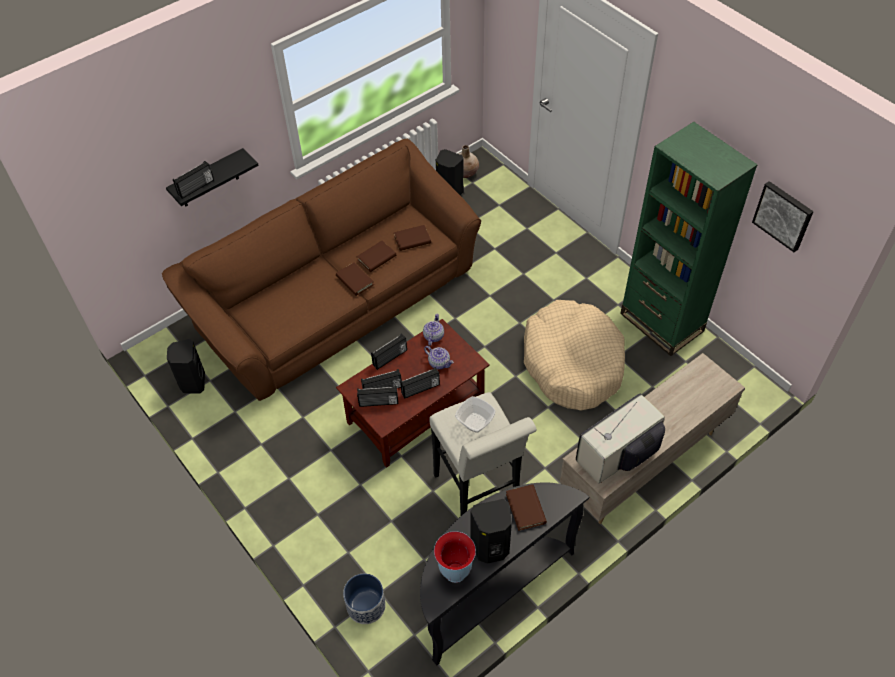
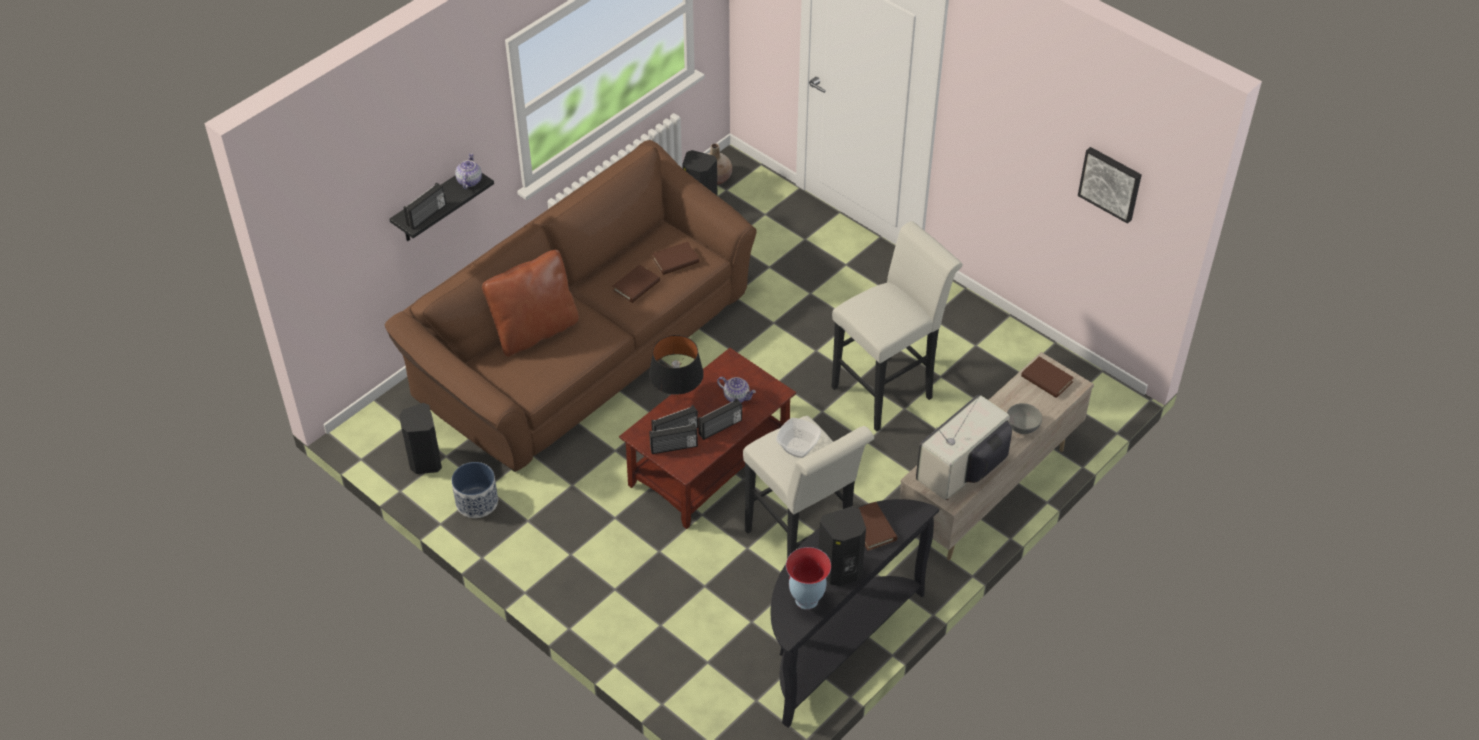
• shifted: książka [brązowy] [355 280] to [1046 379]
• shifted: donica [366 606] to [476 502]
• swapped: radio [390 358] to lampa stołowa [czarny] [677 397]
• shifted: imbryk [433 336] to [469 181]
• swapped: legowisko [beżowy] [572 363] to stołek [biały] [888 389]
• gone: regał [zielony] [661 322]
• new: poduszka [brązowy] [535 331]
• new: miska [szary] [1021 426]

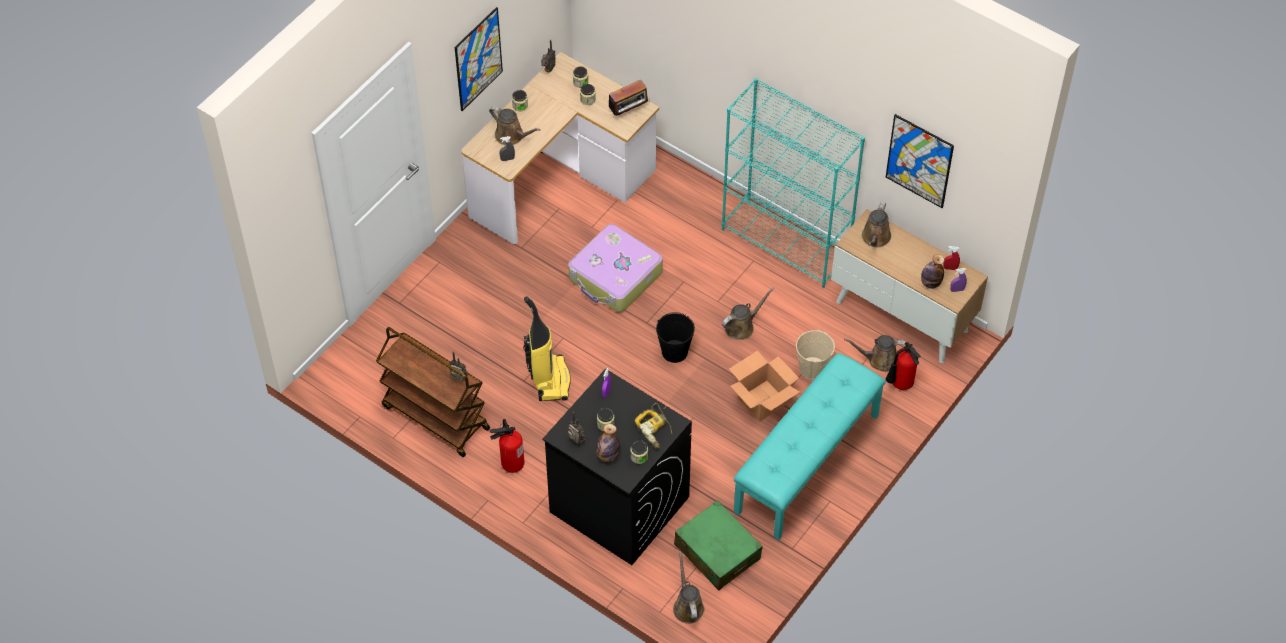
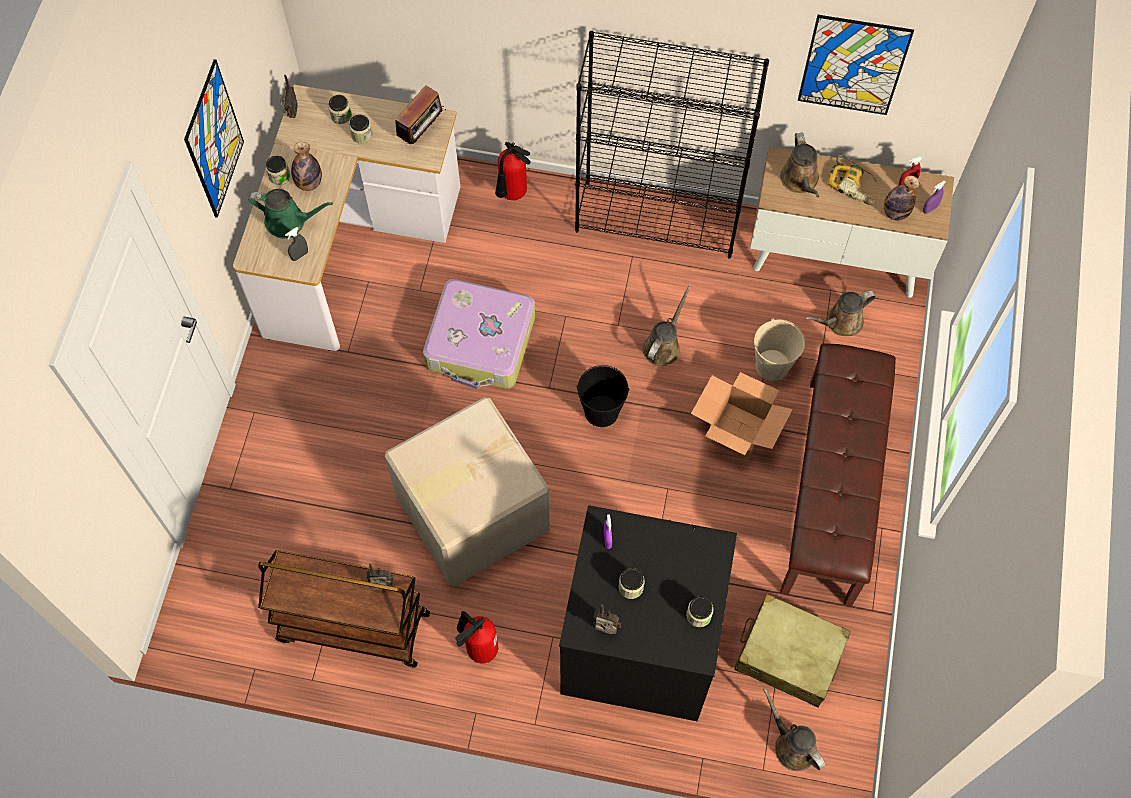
• repainted: konewka [brązowy] [511 136] to konewka [zielony] [289 222]
• swapped: odkurzacz [549 379] to karton [470 513]
• shifted: butelka [608 456] to [309 183]
• shifted: wiertarka [655 429] to [853 184]
• repainted: walizka [zielony] [717 552] to walizka [beżowy] [788 655]
• repainted: regał [turkusowy] [786 243] to regał [czarny] [658 219]
• repainted: ławka [turkusowy] [807 464] to ławka [brązowy] [831 491]
• shifted: gaśnica [900 385] to [512 195]

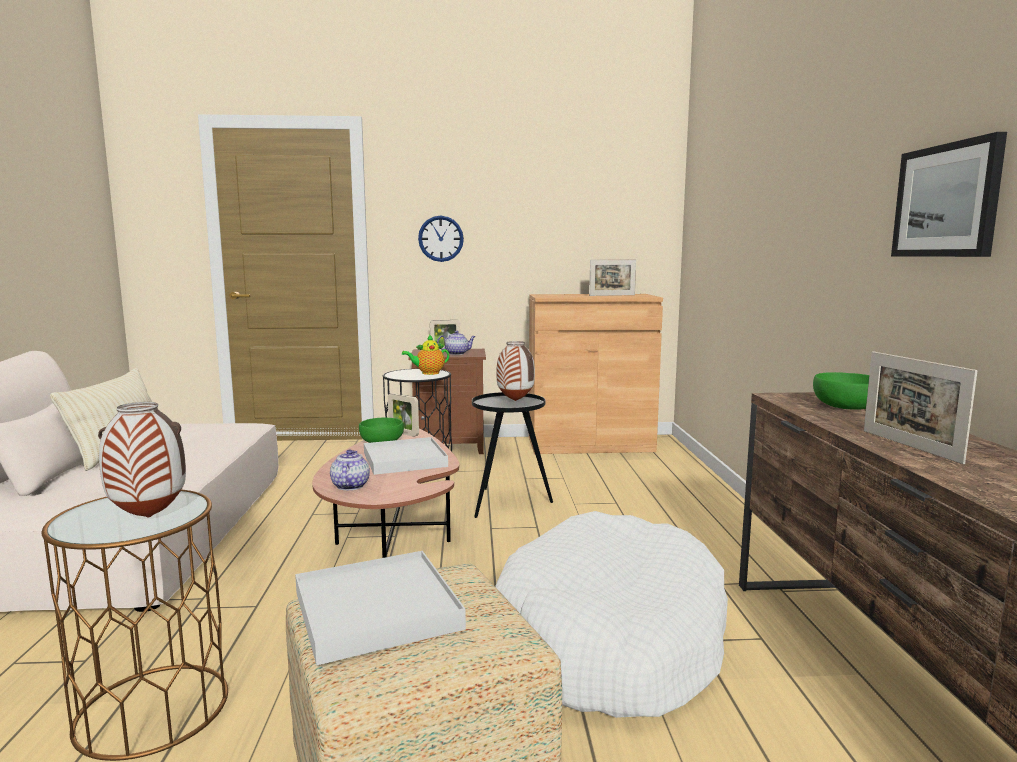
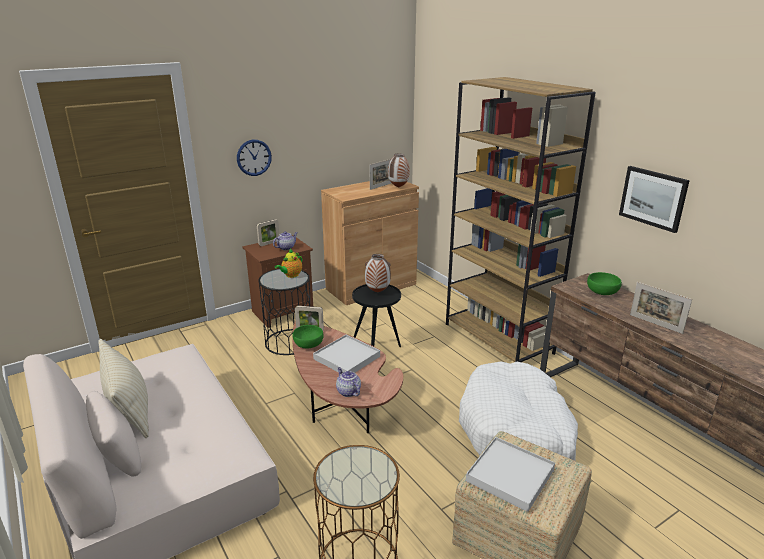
• shifted: wazon [147 517] to [398 187]
• new: regał [brązowy] [499 339]

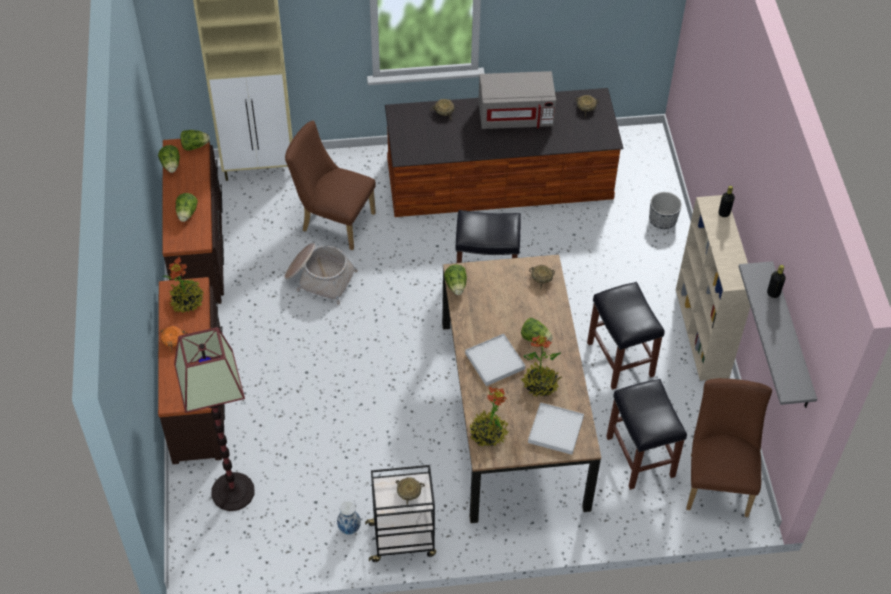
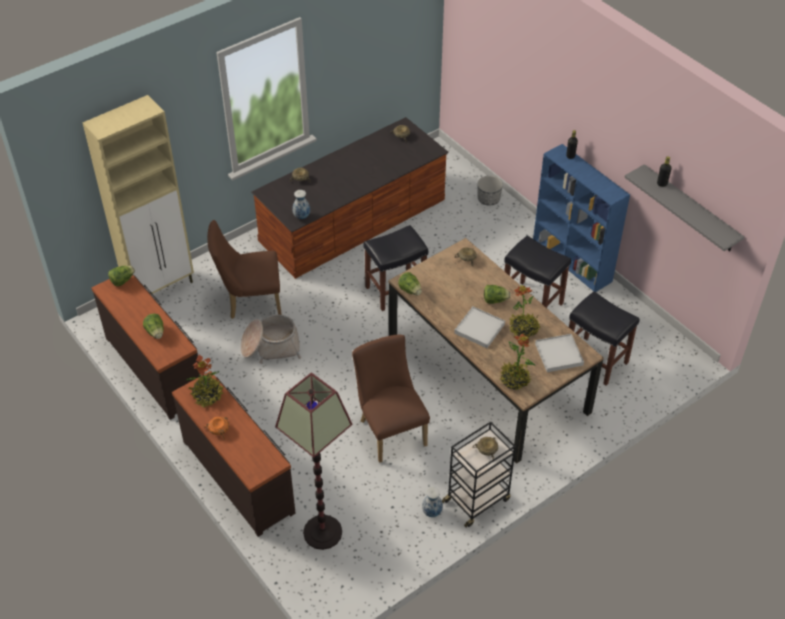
• gone: sałata [171 165]
• gone: mikrofalówka [szary] [516 116]
• repainted: regał [beżowy] [702 333] to regał [niebieski] [572 261]
• shifted: krzesło [brązowy] [718 479] to [390 429]
• new: wazon [301 216]

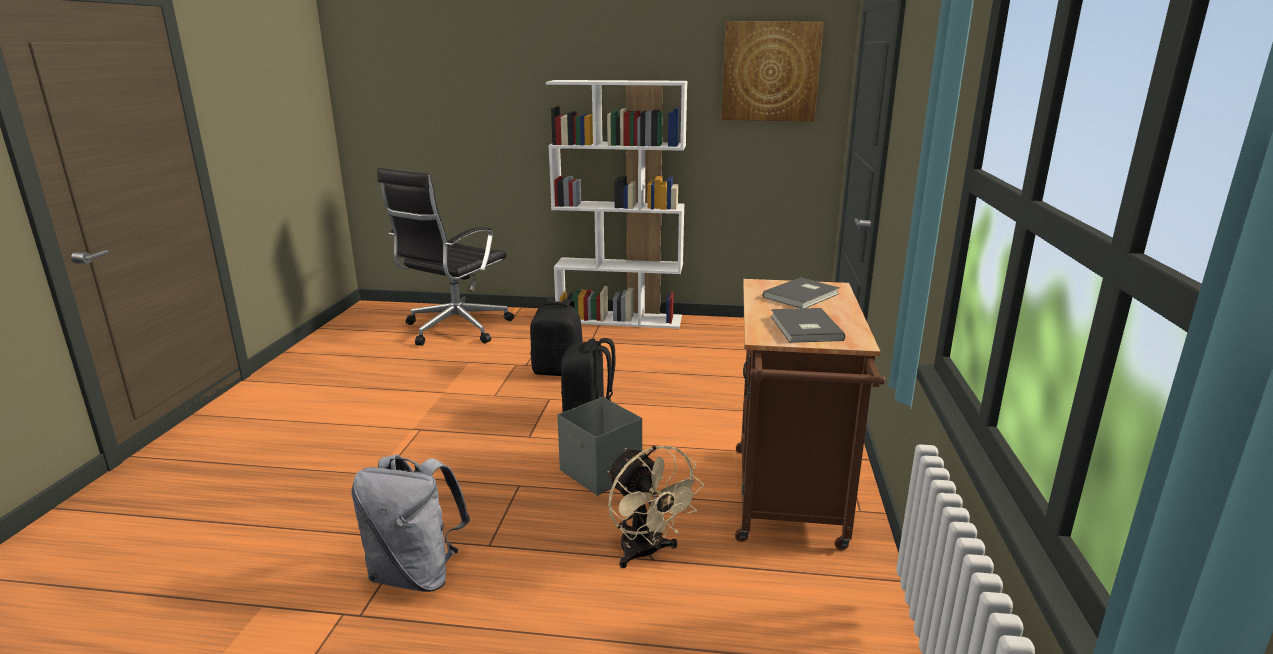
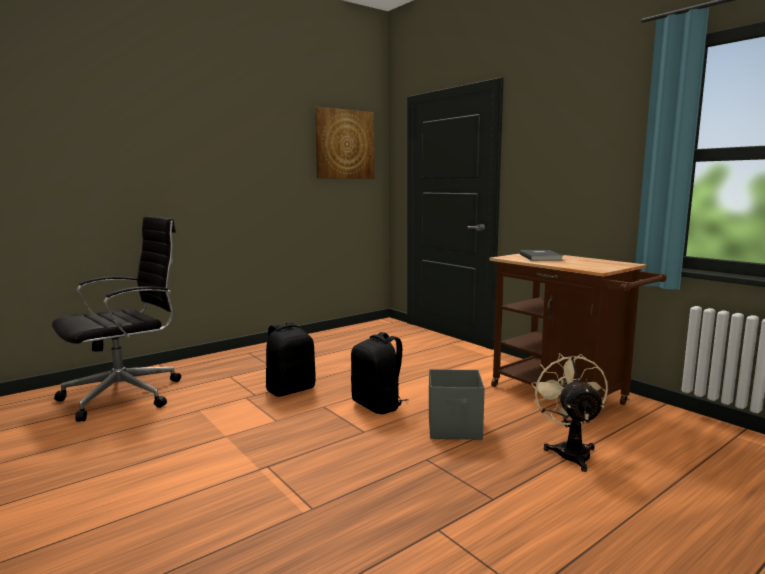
• gone: plecak [szary] [416 574]
• rotated: krzesło biurowe [czarny] [454 329] = [127 395] 120 degrees counterclockwise
• gone: regał [biały] [620 319]
• rotated: wentylator [beżowy] [646 553] = [570 451] 105 degrees counterclockwise
• gone: książka [szary] [804 328]

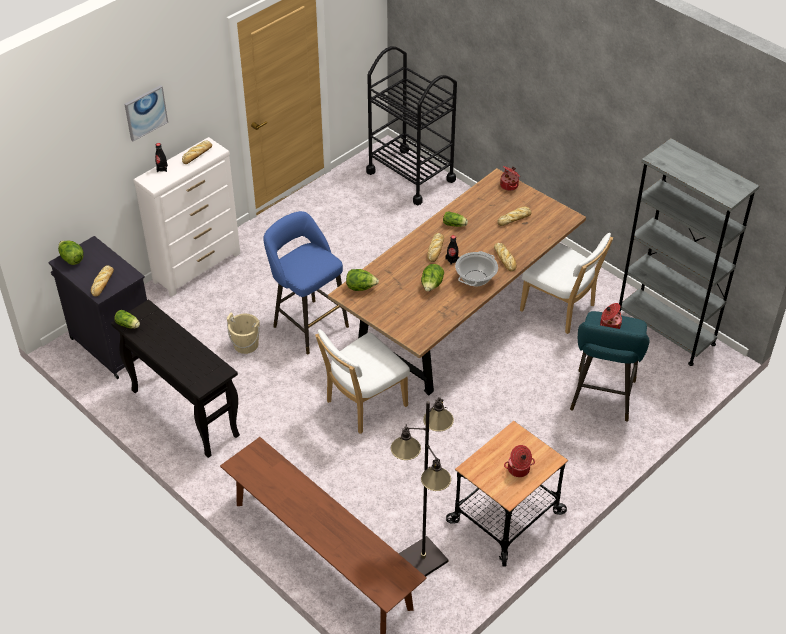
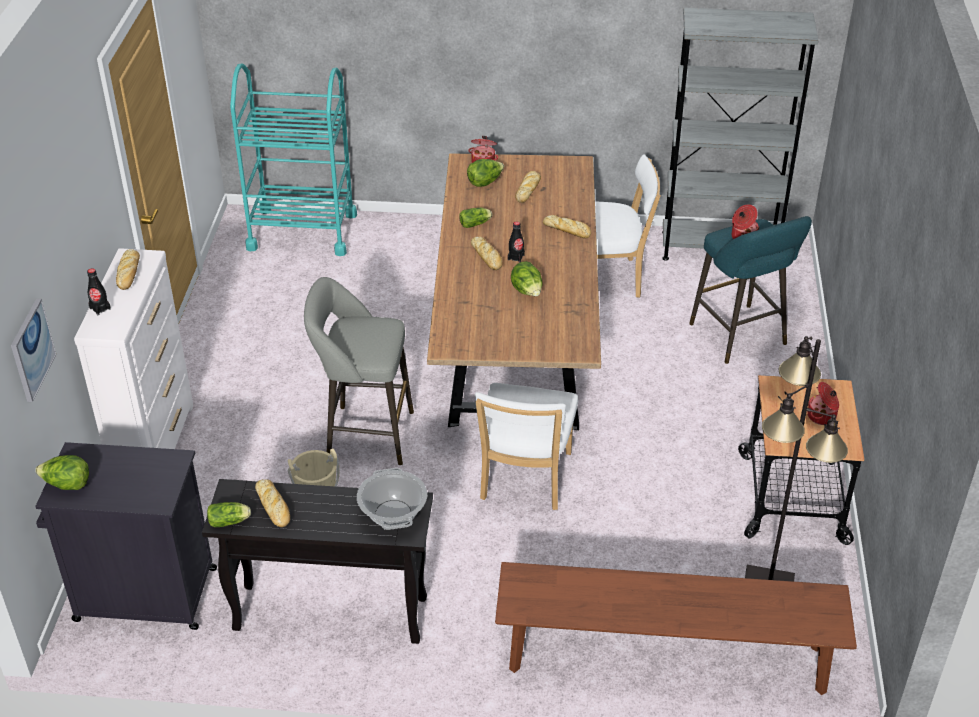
• shifted: chleb [102 283] to [273 507]
• shifted: obraz [145 112] to [31 349]
• repainted: stołek [niebieski] [308 324] to stołek [szary] [364 434]
• shifted: sałata [361 287] to [485 182]
• repainted: wózek [czarny] [411 176] to wózek [turkusowy] [302 231]
• shifted: garnek [476 279] to [393 514]

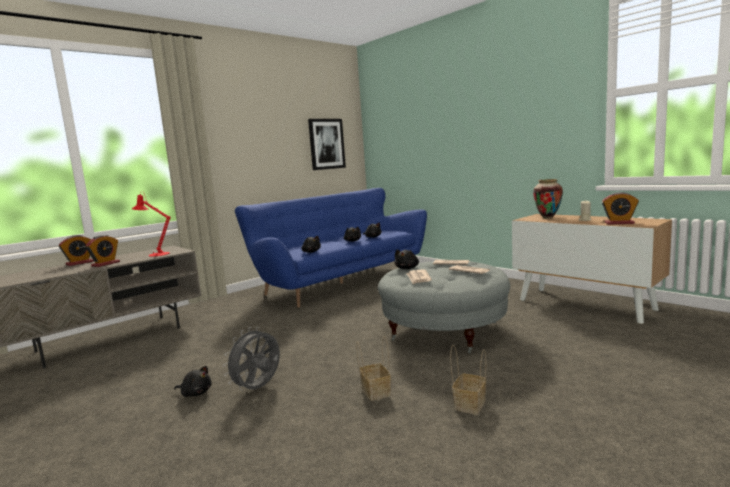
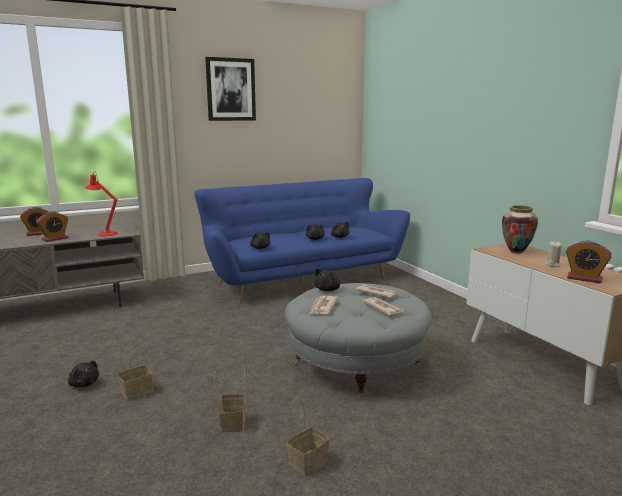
• swapped: wentylator [szary] [258 389] to koszyk [136 392]
• shifted: obraz [326 144] to [230 89]

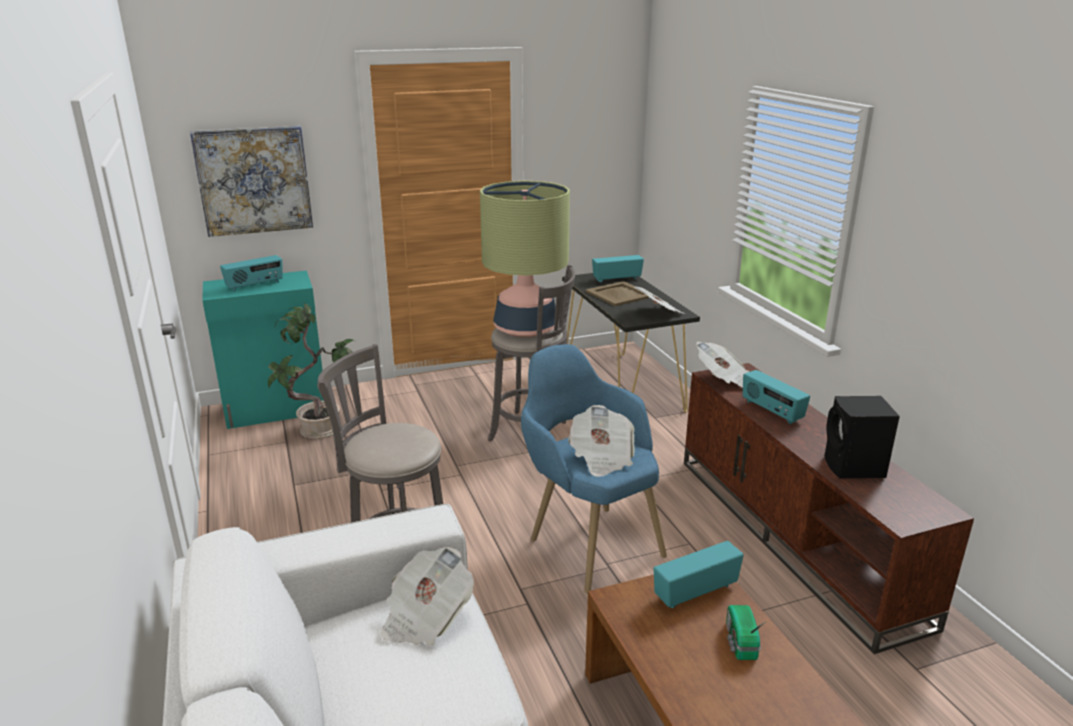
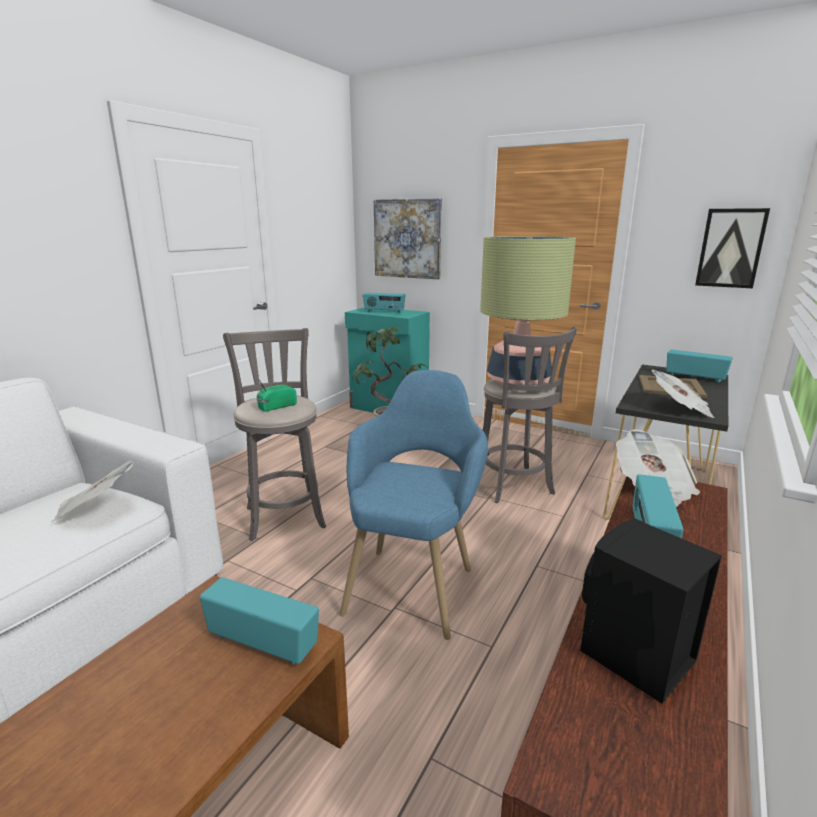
• gone: gazeta [601 457]
• shifted: radio [740 642] to [276 406]
• new: obraz [730 248]

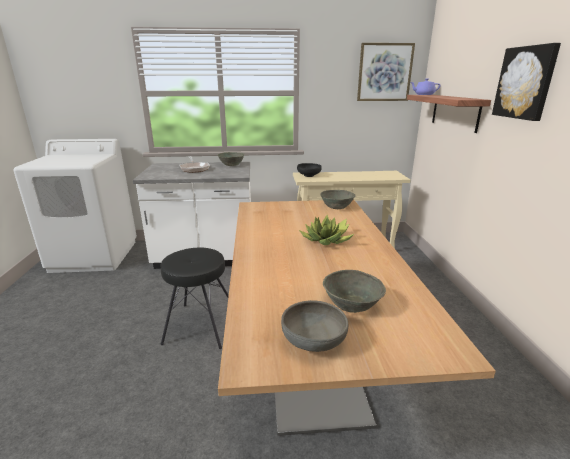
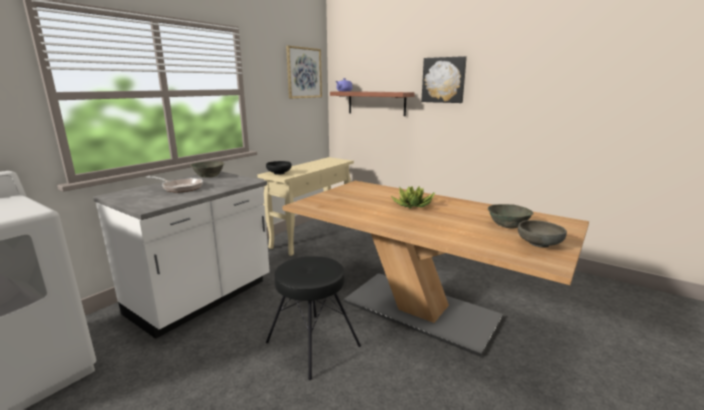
• gone: miska [szary] [336 206]

